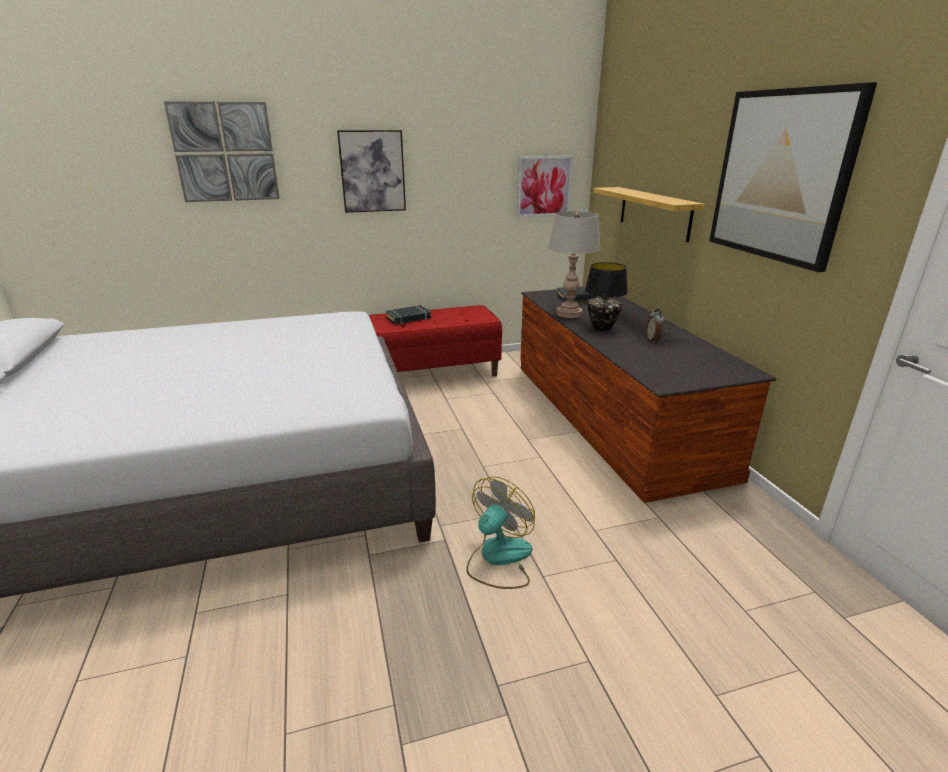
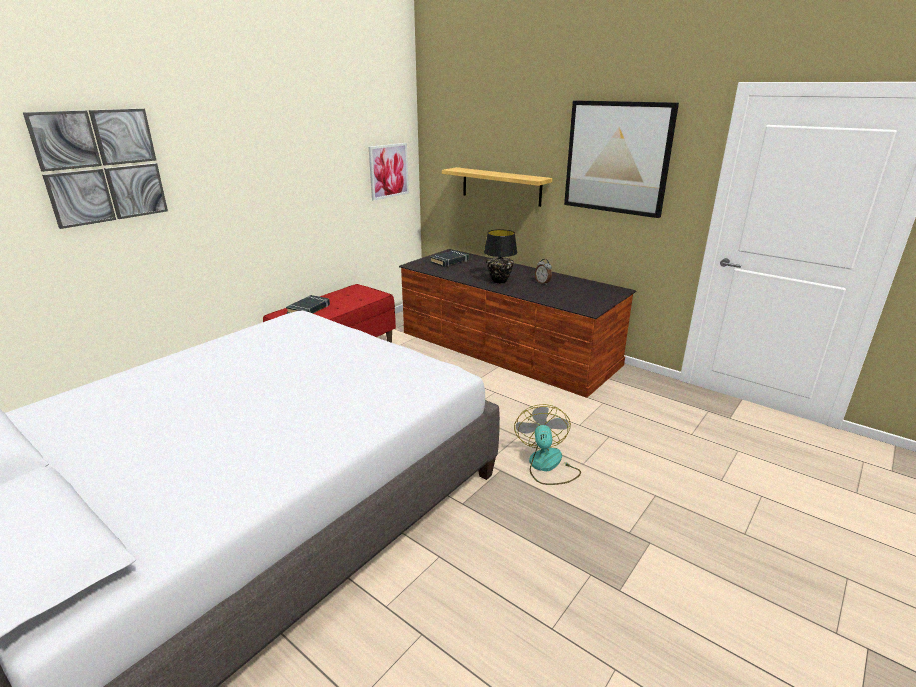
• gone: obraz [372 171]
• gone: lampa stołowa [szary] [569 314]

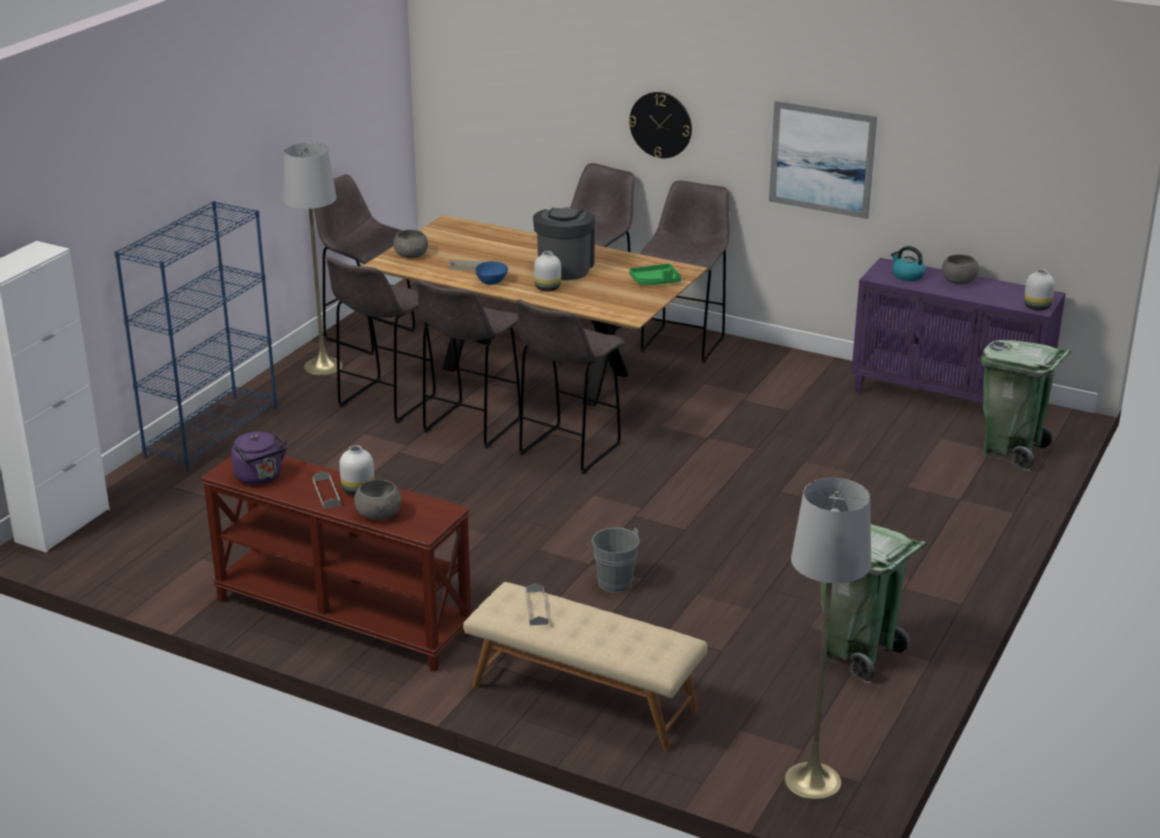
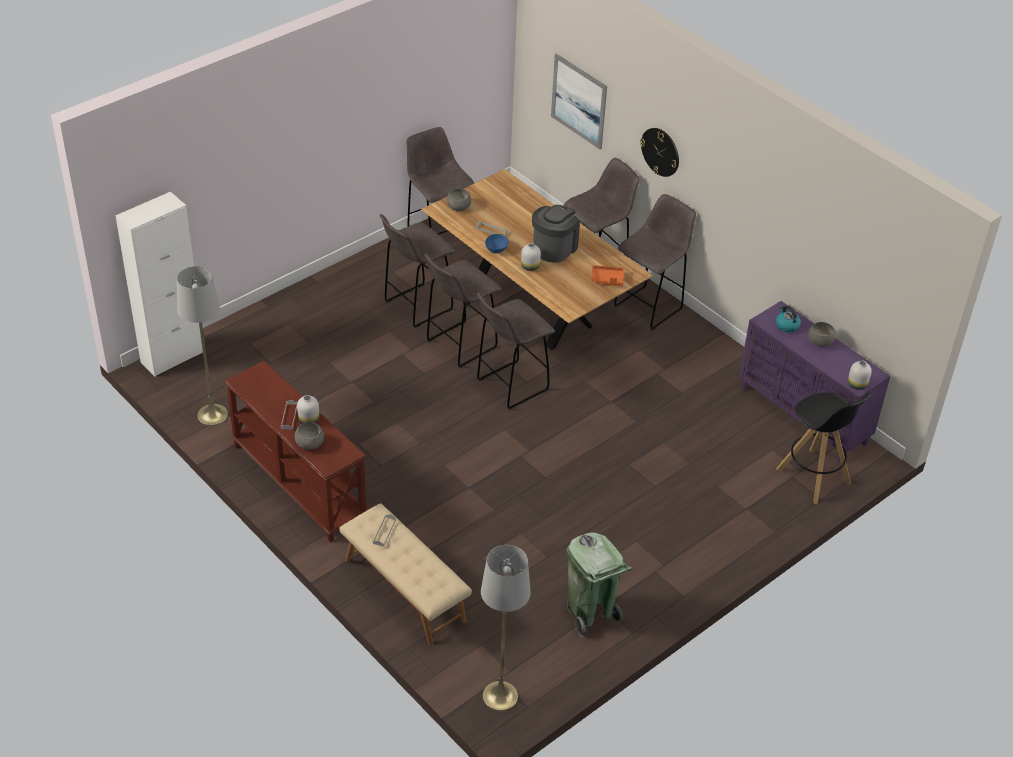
• gone: regał [niebieski] [212 432]
• gone: czajnik [fioletowy] [260 477]
• shifted: lampa stojąca [szary] [323 367] to [212 415]
• gone: wiadro [szary] [612 581]
• repainted: taca [zielony] [655 281] to taca [pomarańczowy] [607 280]
• shifted: obraz [822 159] to [579 101]
• swapped: kosz na śmieci [zielony] [1012 451] to stołek [czarny] [814 477]

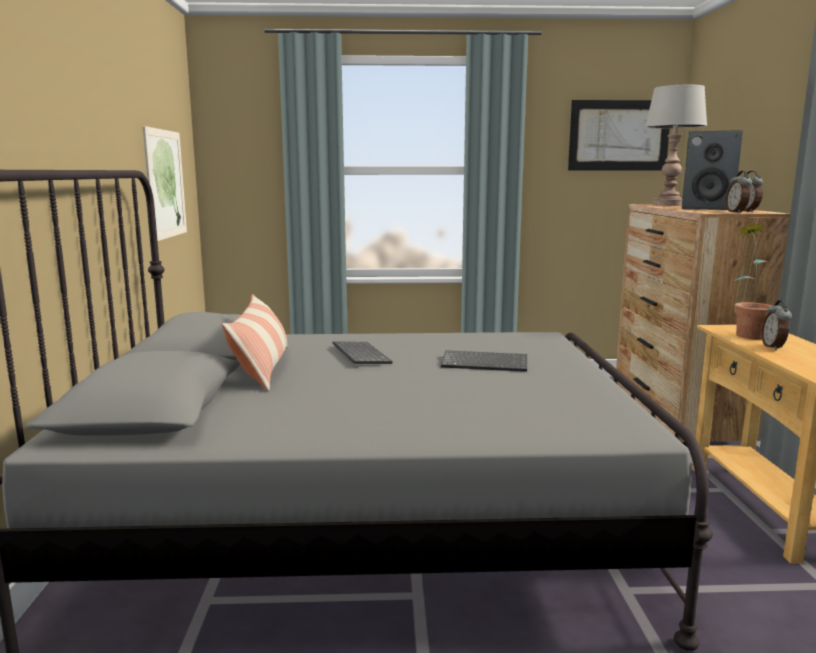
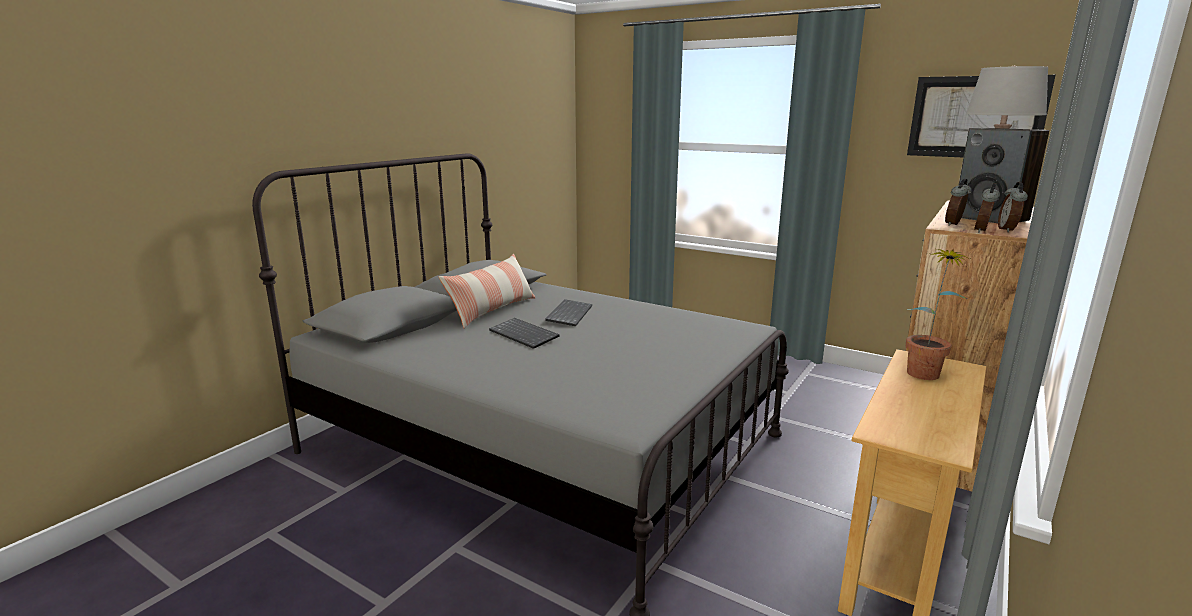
• gone: obraz [165 184]
• shifted: klawiatura [485 363] to [525 335]
• shifted: budzik [774 347] to [954 224]

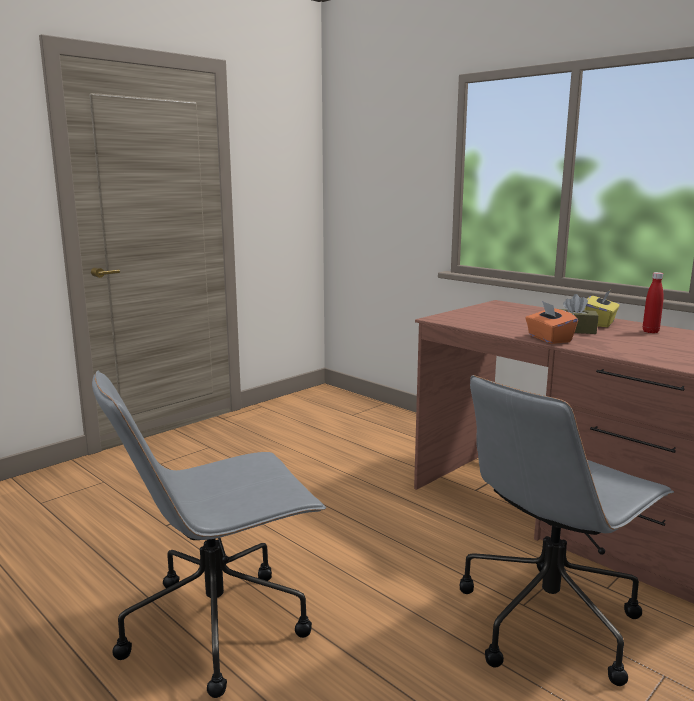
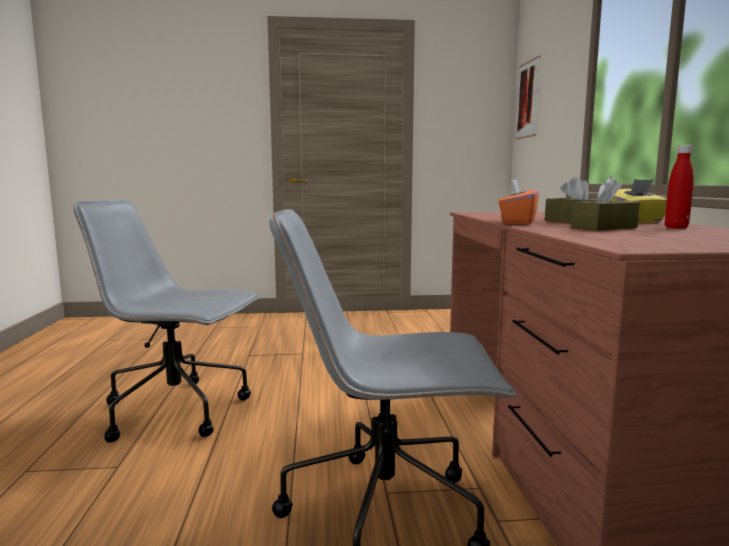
• new: obraz [528 99]
• new: pudełko chusteczek [brązowy] [604 228]

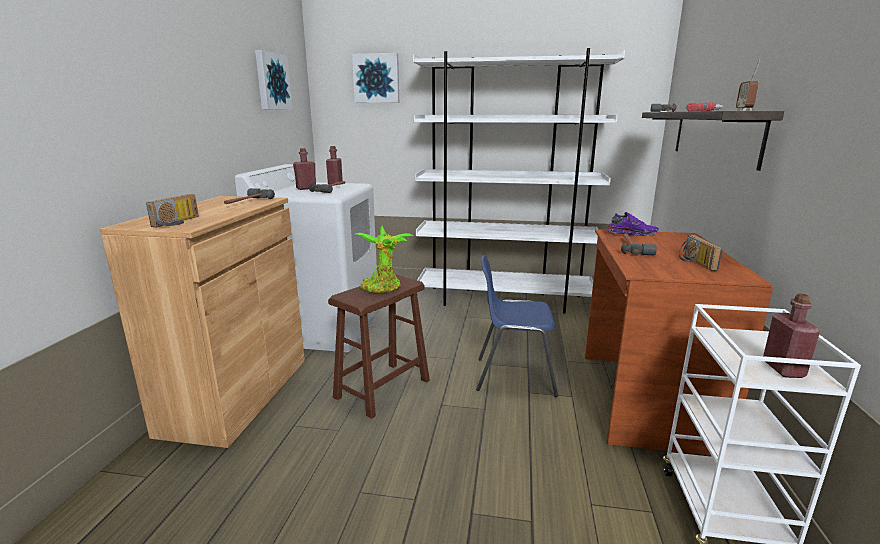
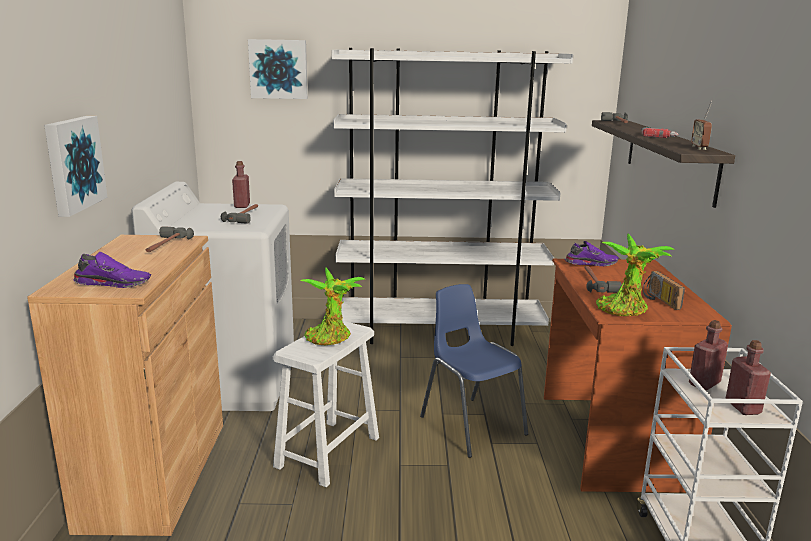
• swapped: radio [178 222] to but [fioletowy] [114 283]
• shifted: obraz [272 81] to [73 164]
• shifted: butelka [czerwony] [306 188] to [704 383]
• repainted: stołek [brązowy] [382 388] to stołek [biały] [327 452]
• rotated: krzesło [niebieski] [514 376] = [471 425] 60 degrees clockwise
• new: roślina doniczkowa [625 310]

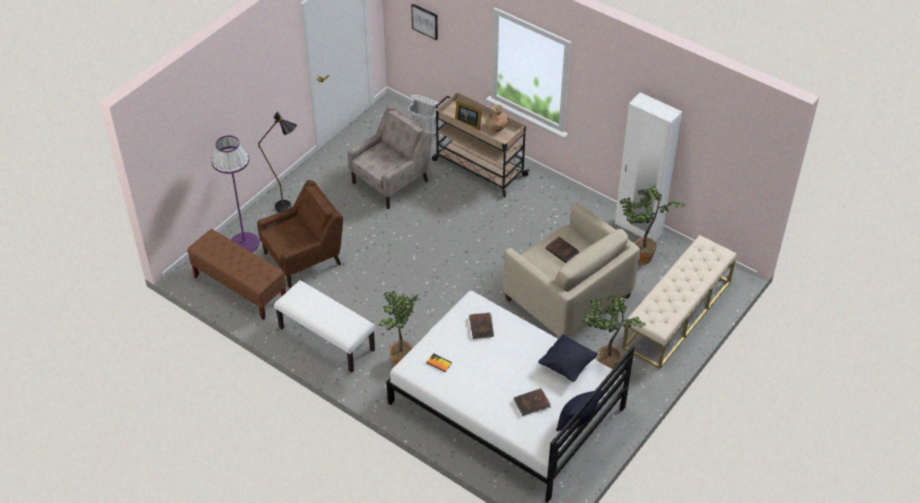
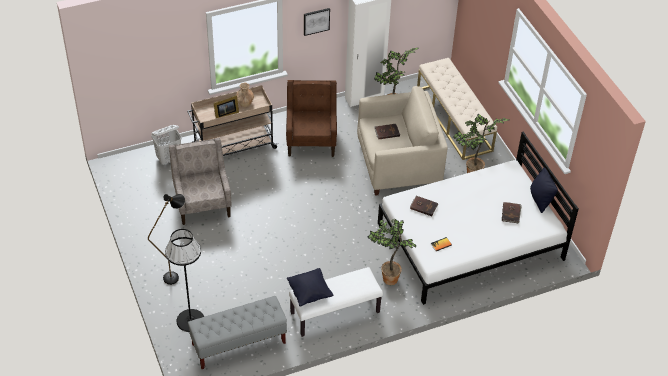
• repainted: ławka [brązowy] [240 288] to ławka [szary] [238 344]
• repainted: lampa stojąca [fioletowy] [244 243] to lampa stojąca [czarny] [190 320]
• shifted: fotel [brązowy] [303 258] to [311 139]
• shifted: obraz [425 21] to [316 21]
• shifted: poduszka [czarny] [567 365] to [309 293]

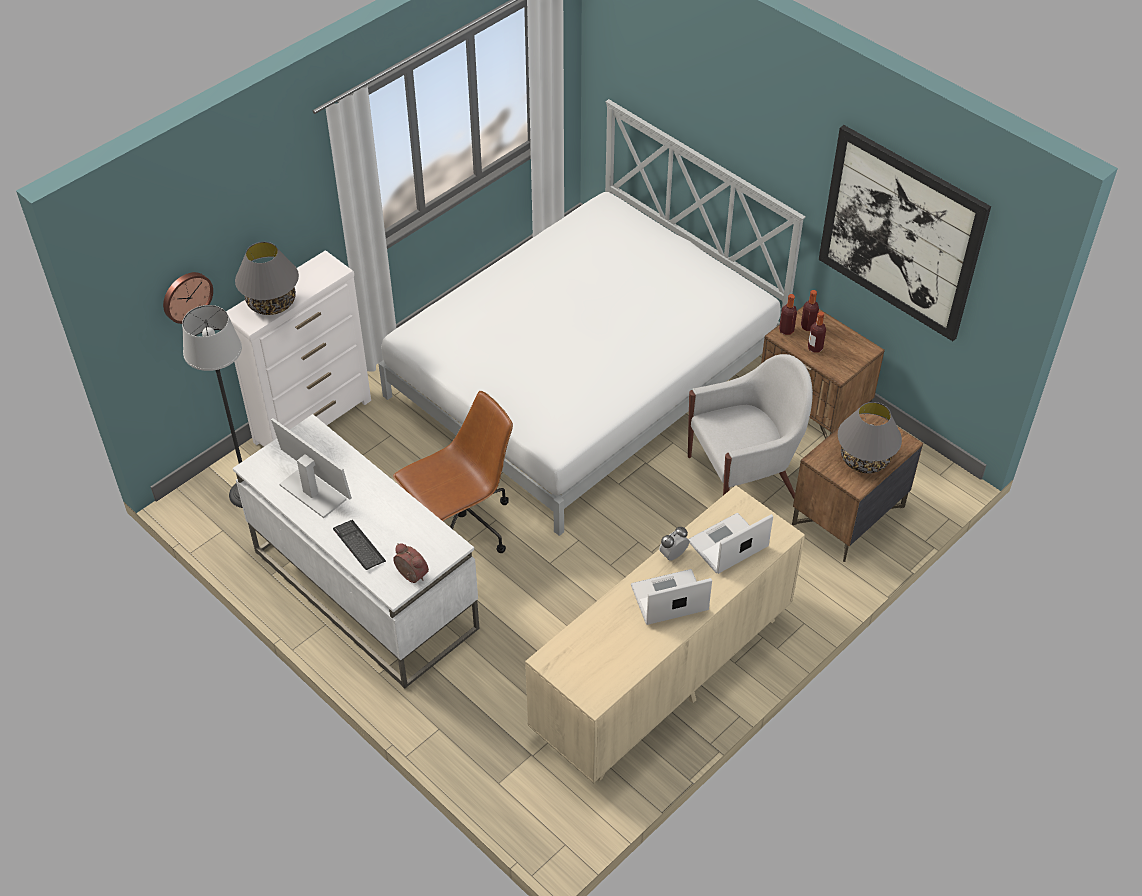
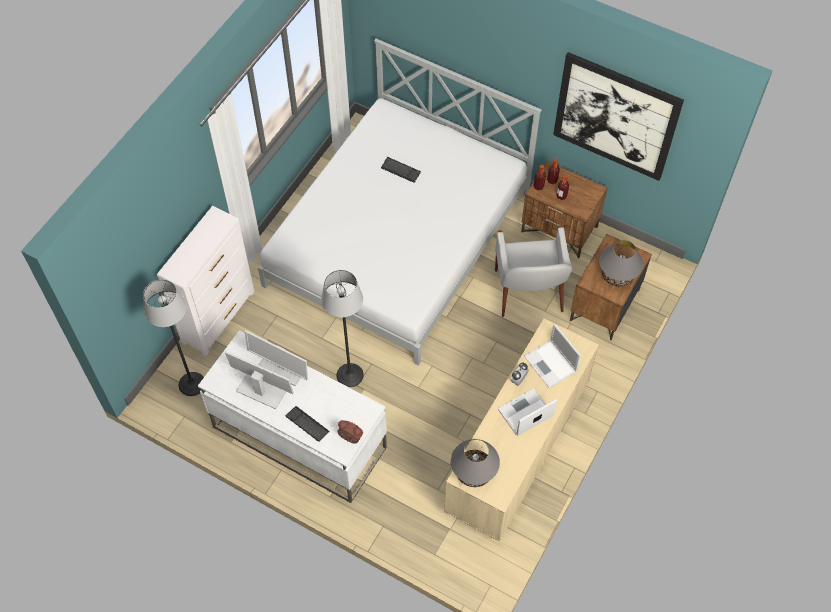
• gone: zegar ścienny [186 296]
• shifted: lampa stołowa [szary] [271 303] to [473 472]
• swapped: krzesło biurowe [brązowy] [461 527] to lampa stojąca [350 375]
• rotated: fotel [biały] [744 477] = [528 292] 120 degrees clockwise
• rotated: laptop [726 545] = [551 364] 75 degrees counterclockwise
• new: monitor [281 368]
• new: klawiatura [400 170]

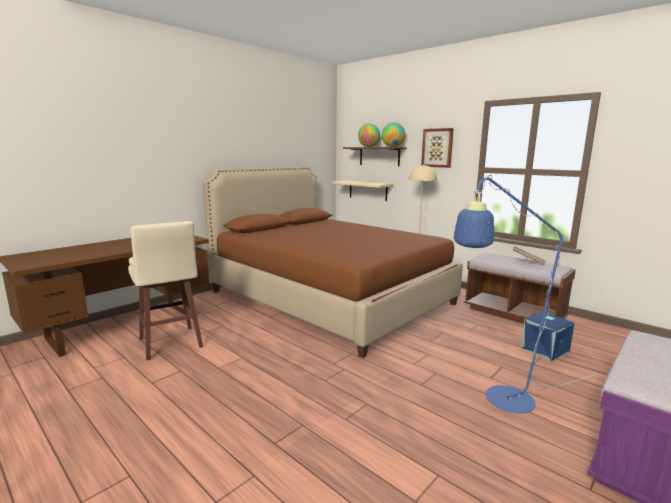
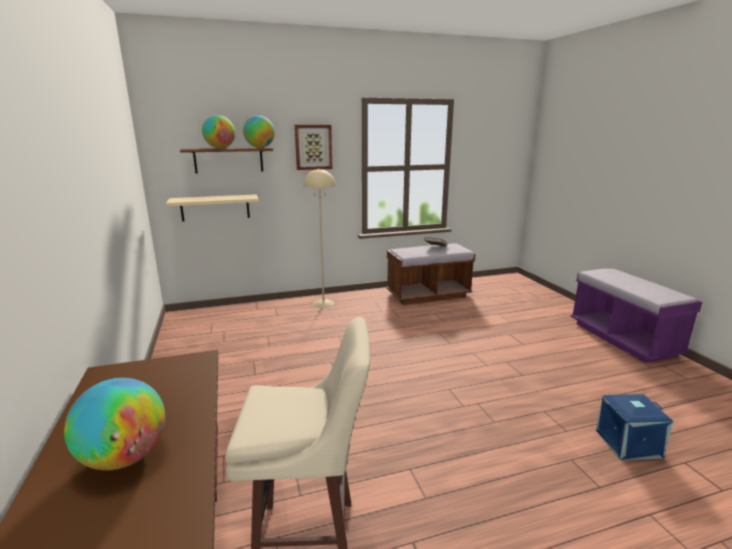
• gone: łóżko [brązowy] [330 297]
• gone: lampa stojąca [niebieski] [500 401]
• shifted: pojemnik do przechowywania [niebieski] [544 350] to [628 444]
• new: globus [125 457]

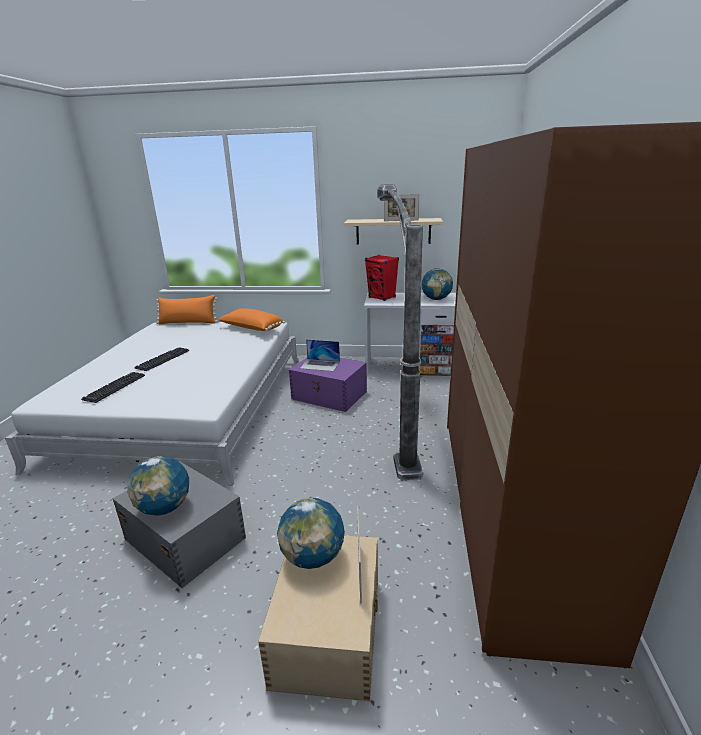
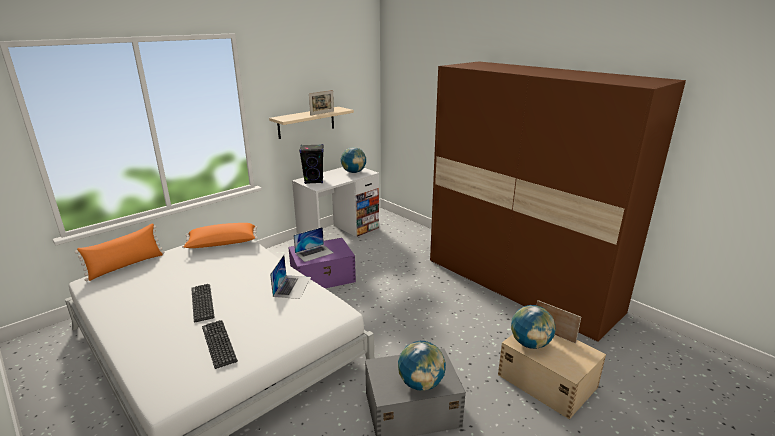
• repainted: głośnik [czerwony] [382 297] to głośnik [czarny] [314 181]
• gone: lampa stojąca [395 421]
• new: laptop [292 286]

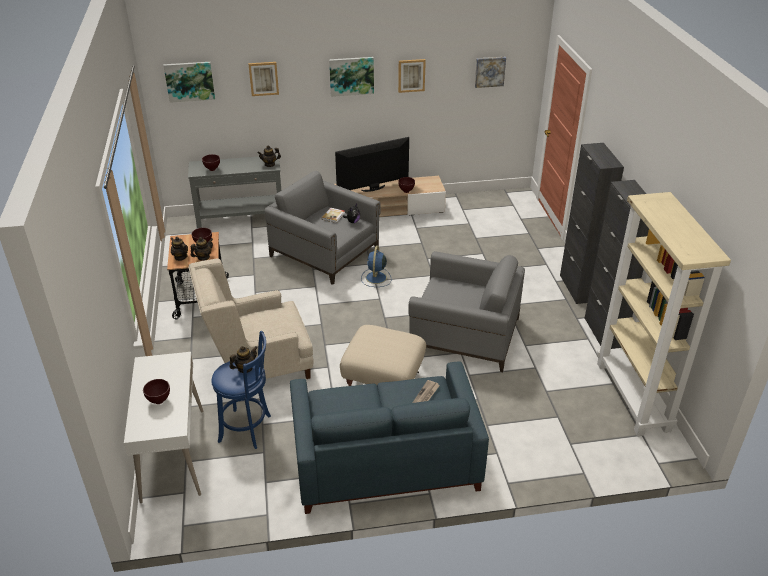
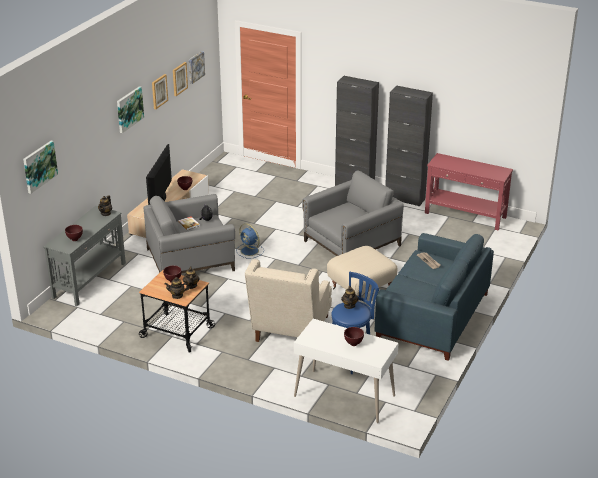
• shifted: obraz [263 78] to [179 78]
• swapped: regał [beżowy] [633 396] to stolik konsolowy [czerwony] [465 215]

